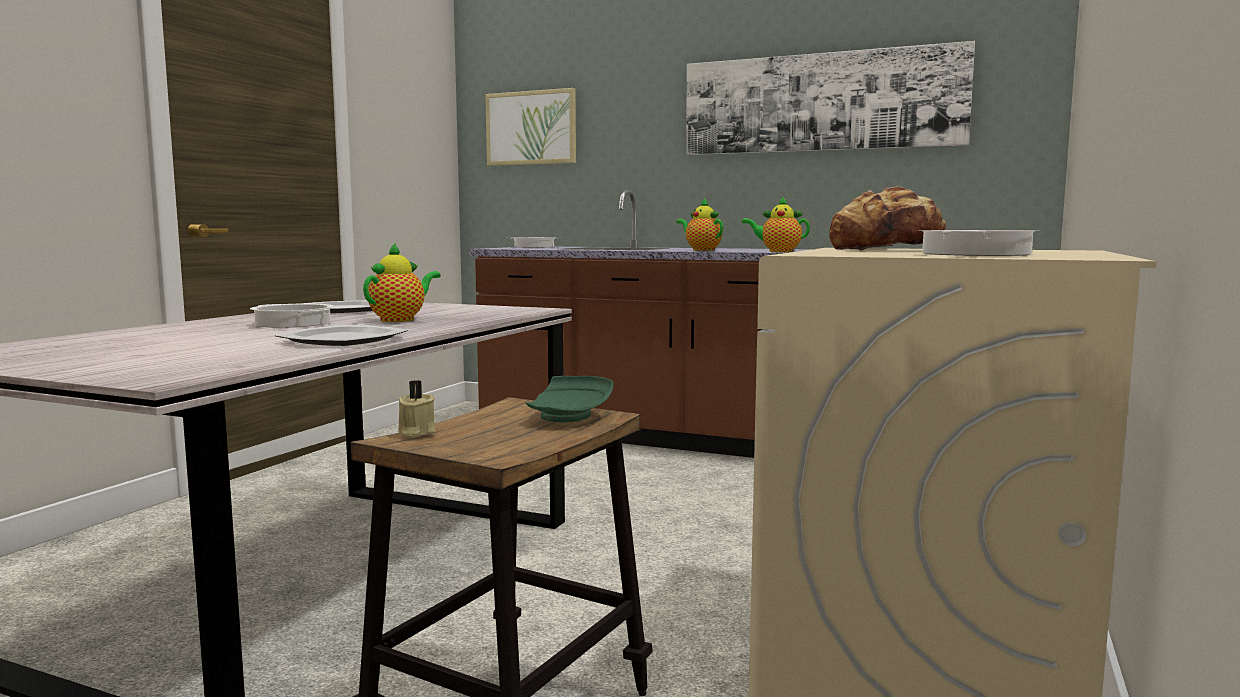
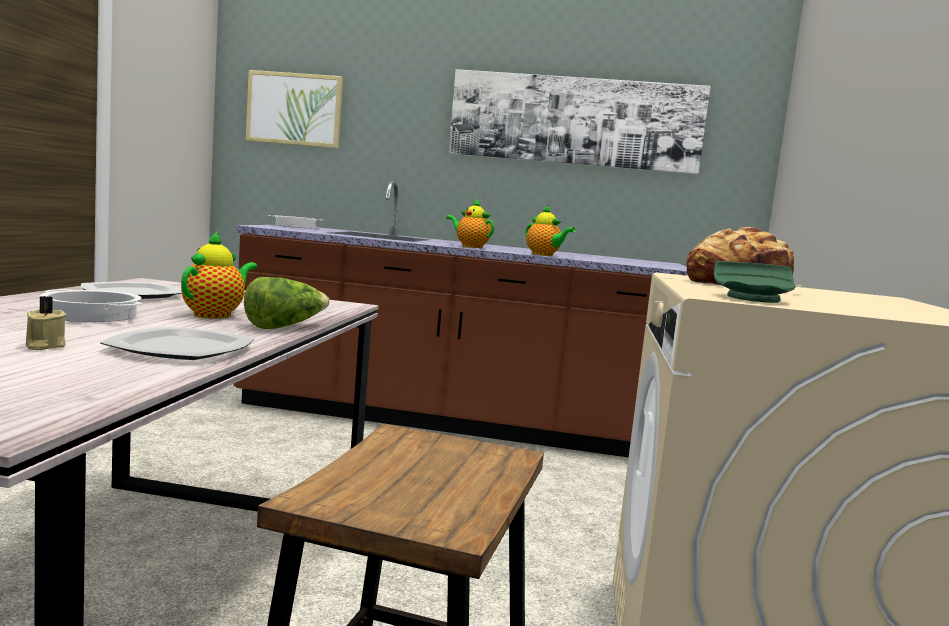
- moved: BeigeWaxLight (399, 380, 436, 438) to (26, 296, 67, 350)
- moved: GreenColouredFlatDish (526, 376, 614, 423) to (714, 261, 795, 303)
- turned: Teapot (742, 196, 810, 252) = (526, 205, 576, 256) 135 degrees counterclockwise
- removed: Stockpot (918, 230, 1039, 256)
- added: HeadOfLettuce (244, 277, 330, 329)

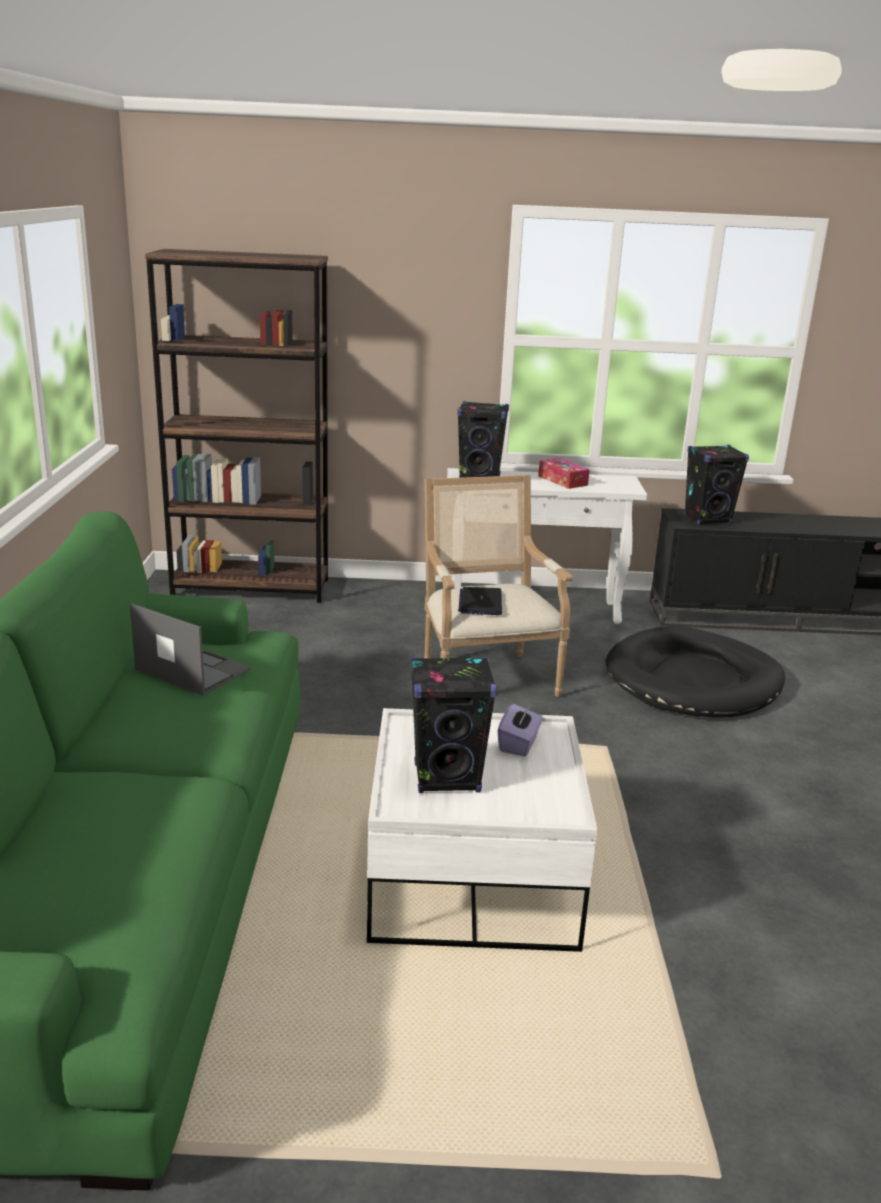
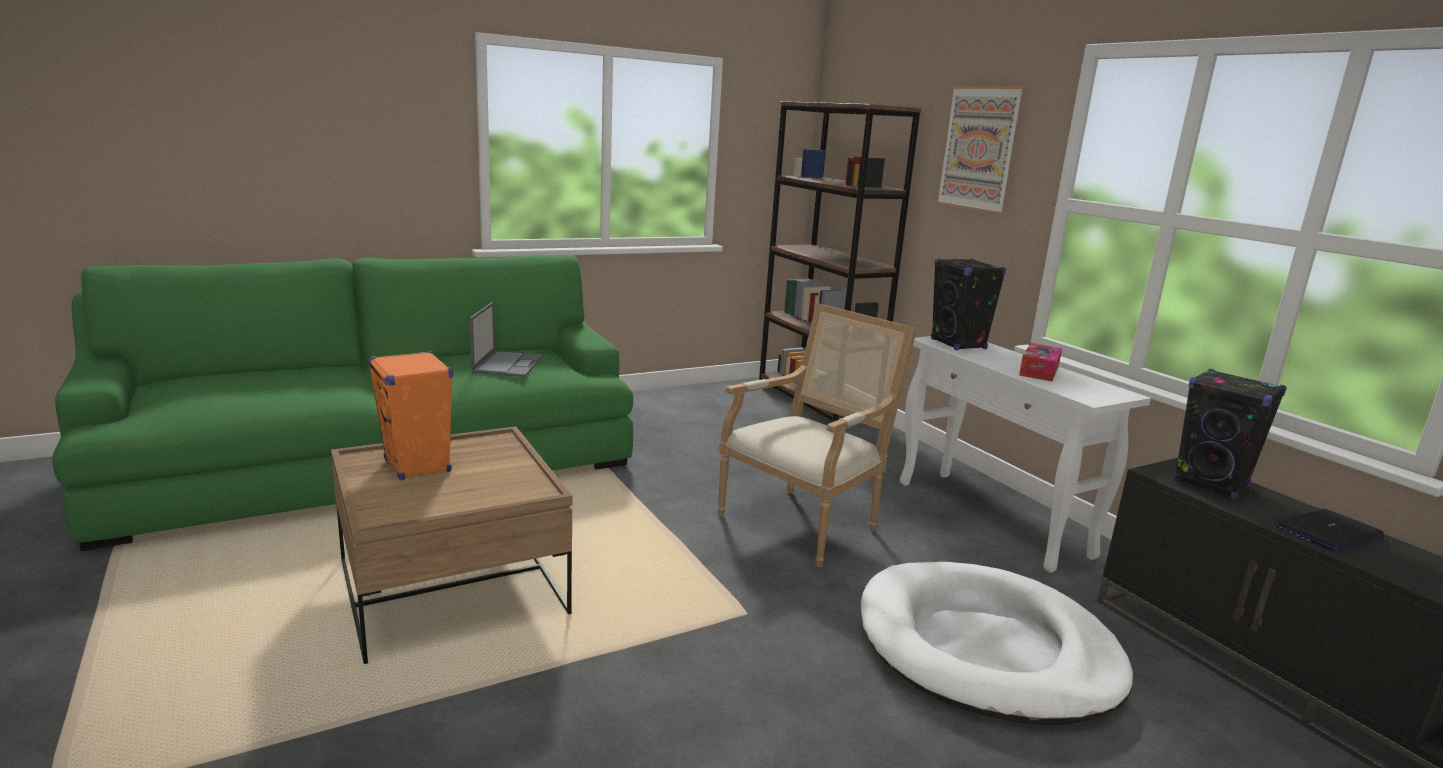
- recoloured: WhiteColouredLoungeTable (367, 708, 598, 952) to BrownishLoungeTable (331, 426, 572, 664)
- recoloured: BlackishLoudspeaker (410, 656, 497, 793) to OrangeyLoudspeaker (368, 351, 453, 480)
- moved: NotebookComputer (458, 587, 502, 615) to (1274, 509, 1384, 552)
- removed: PurpleTissueHolder (497, 703, 543, 757)
- recoloured: BlackishDogBed (605, 626, 785, 717) to WhiteColouredDogBed (861, 562, 1133, 726)
- added: WallPicture (936, 86, 1024, 214)

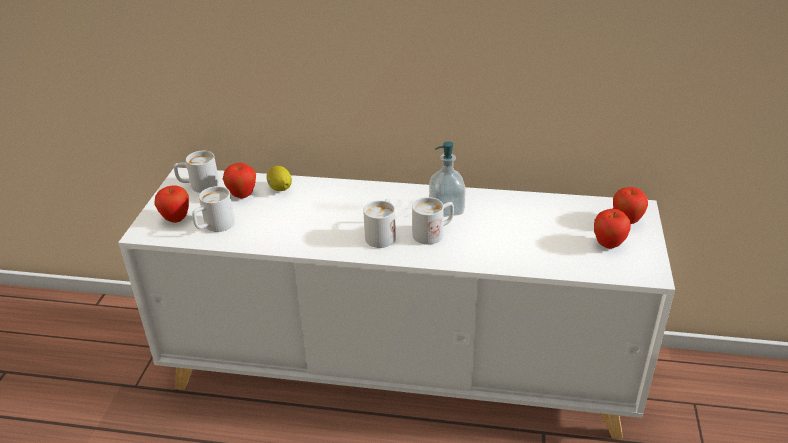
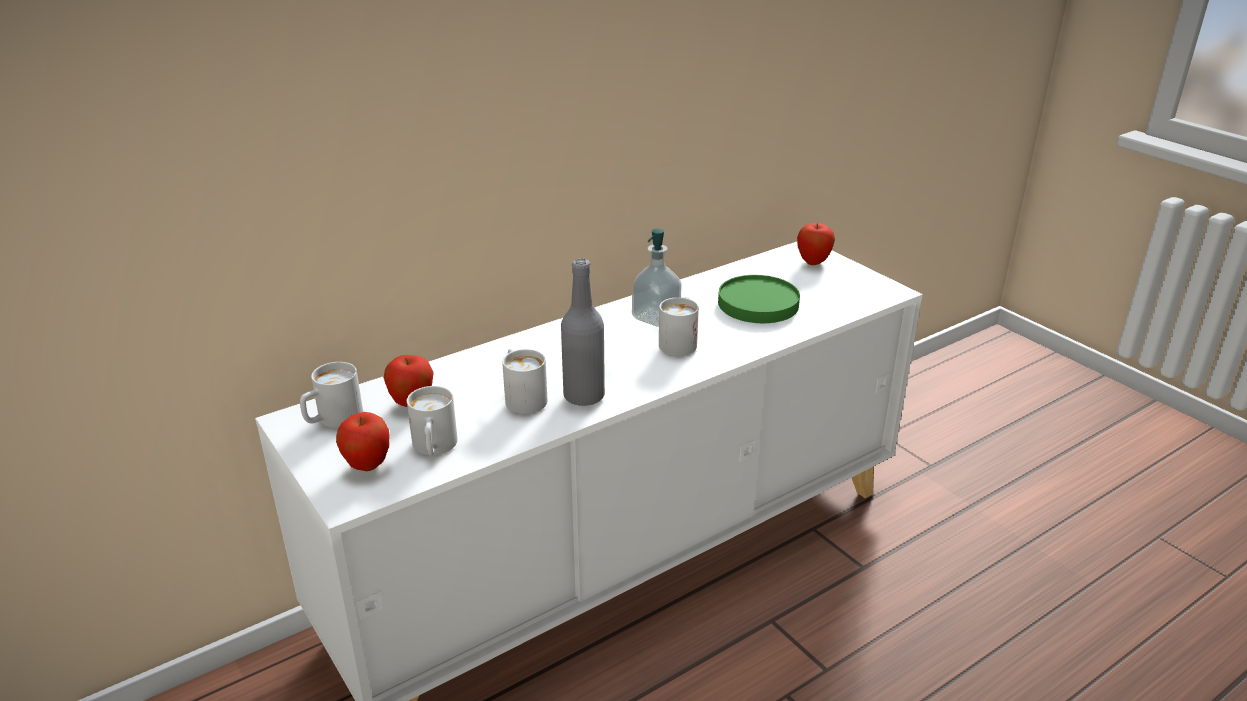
- removed: CitrusFruit (267, 166, 292, 191)
- moved: WhiteColouredCoffeeMug (363, 198, 396, 248) to (502, 349, 547, 414)
- removed: Apple (594, 209, 631, 249)
- added: GreyBottle (561, 259, 605, 407)
- added: GreenColouredFlatDish (718, 275, 800, 323)

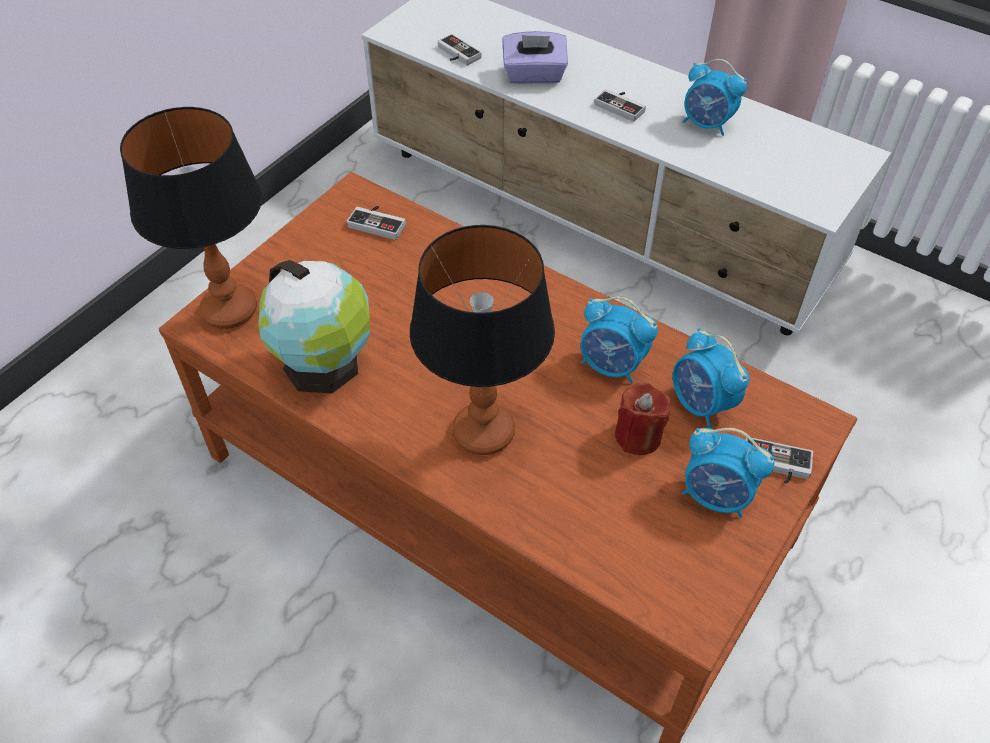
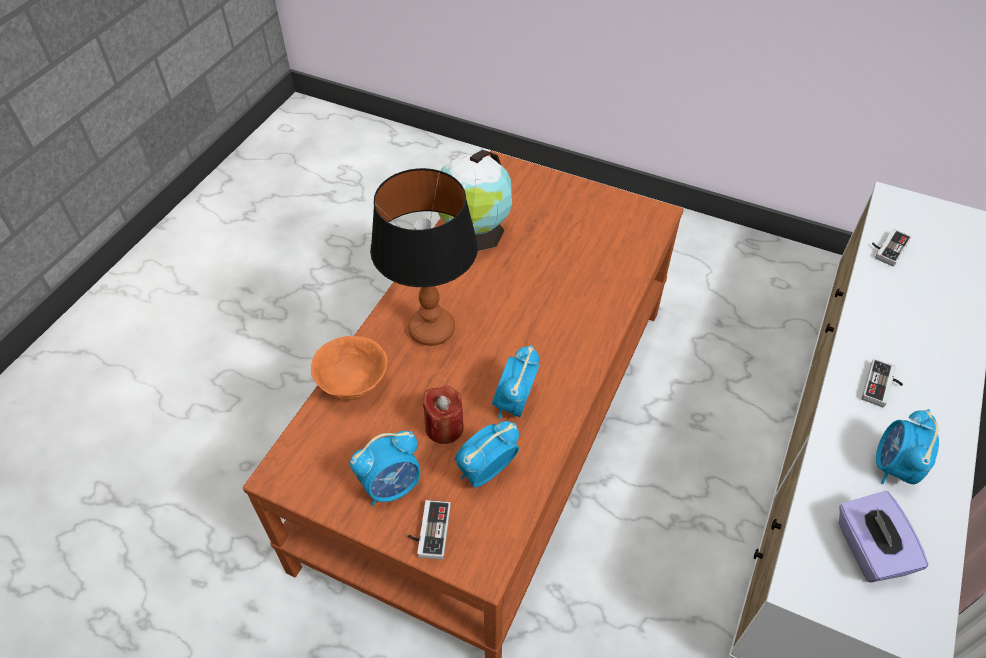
- removed: TableLamp (120, 107, 262, 329)
- removed: Gamepad (347, 206, 406, 240)
- moved: PurpleTissueHolder (502, 31, 568, 84) to (839, 491, 928, 583)
- turned: BedsideClock (682, 428, 775, 518) = (350, 431, 420, 506) 135 degrees counterclockwise
- added: OrangeyServingBowl (311, 336, 387, 400)

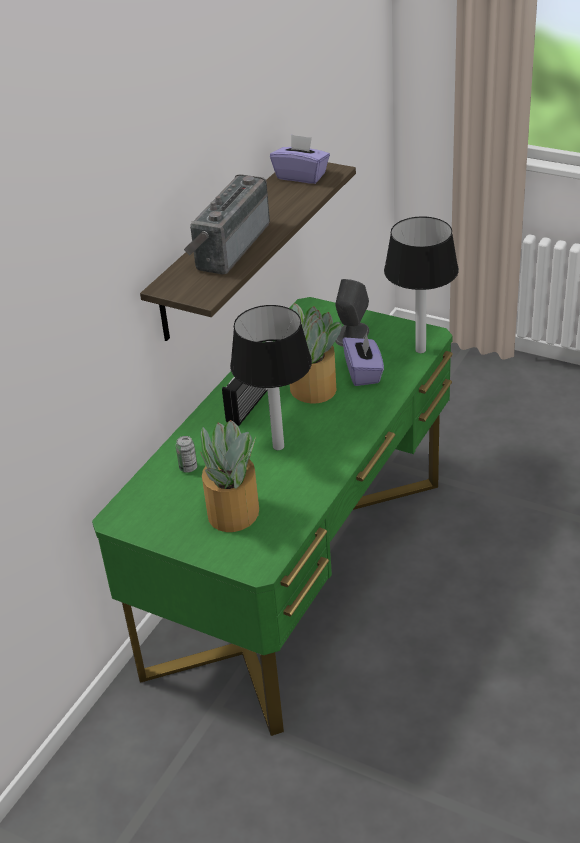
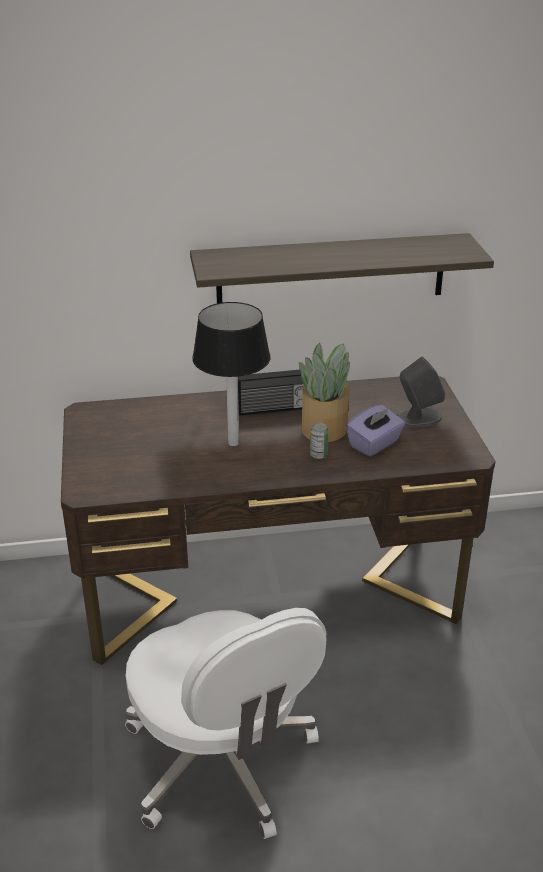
- recoloured: GreenColouredDesk (92, 297, 453, 736) to BrownishDesk (61, 376, 496, 665)
- moved: MetalCan (175, 436, 197, 473) to (310, 423, 329, 459)
- removed: RadioSet (184, 174, 270, 275)
- removed: PlantInAPot (200, 420, 259, 532)
- removed: PurpleTissueHolder (270, 134, 330, 184)
- removed: TableLamp (384, 217, 459, 353)
- added: WhiteColouredOfficeChair (125, 608, 326, 839)

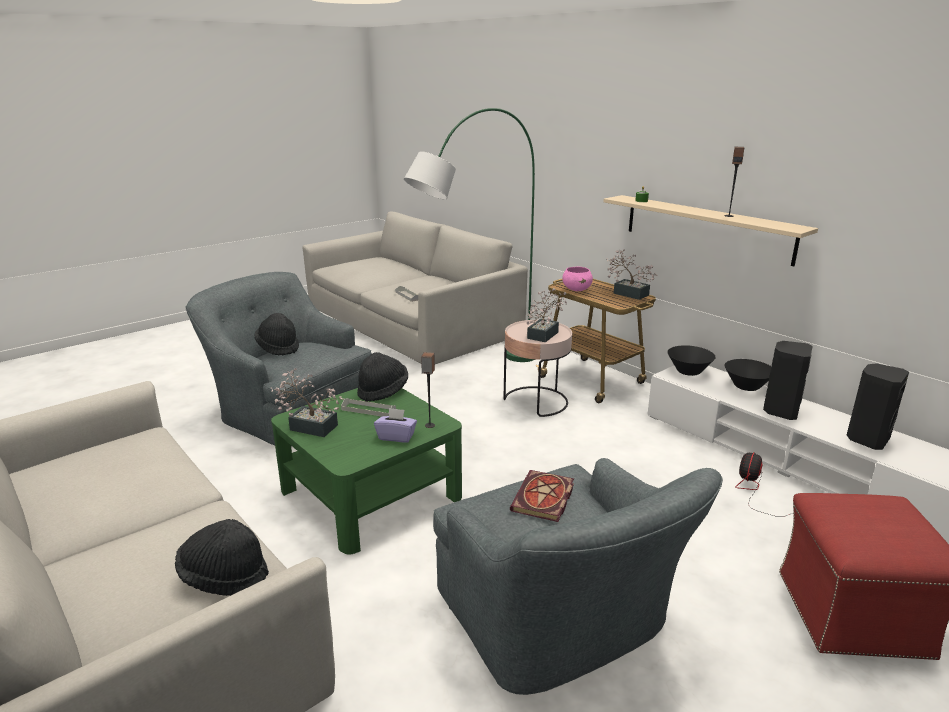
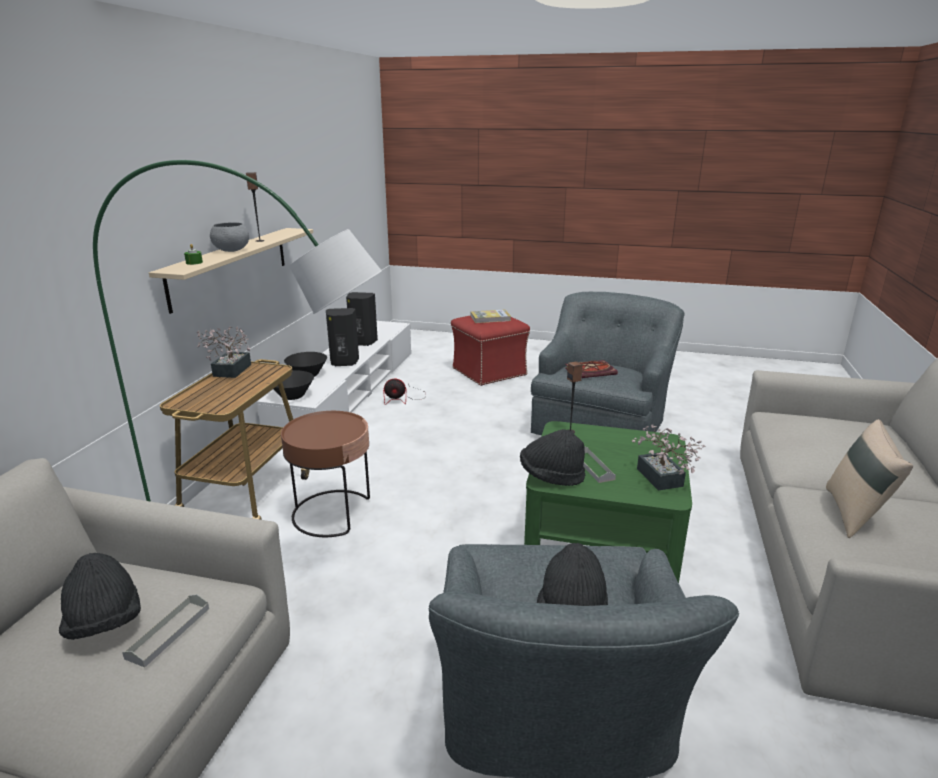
- moved: BlackishWearableHat (175, 519, 269, 596) to (59, 553, 141, 640)
- removed: PurpleTissueHolder (374, 408, 417, 443)
- recoloured: PinkEndTable (503, 320, 572, 417) to BrownishEndTable (281, 411, 370, 537)
- removed: PlantInAPot (527, 288, 567, 342)
- removed: PinkServingBowl (562, 267, 593, 291)
- added: GreyServingBowl (210, 222, 249, 252)
- added: Book (471, 310, 511, 323)
- added: BeigePillow (826, 419, 913, 538)

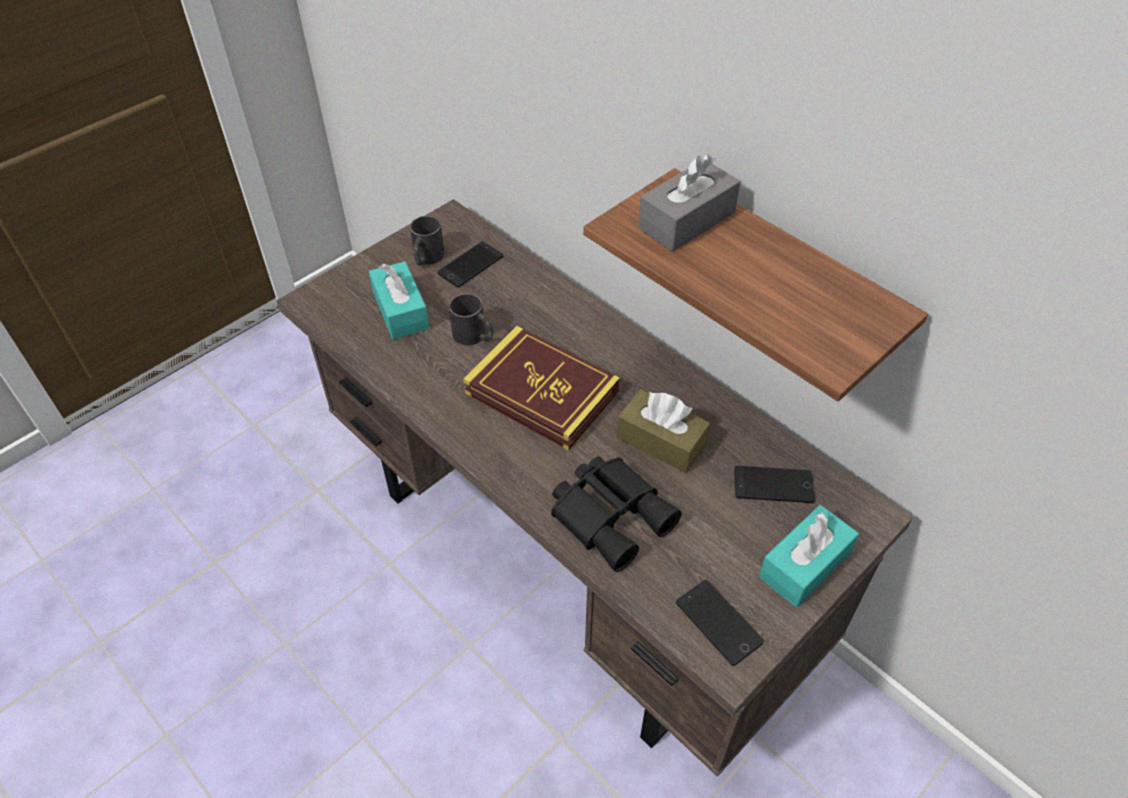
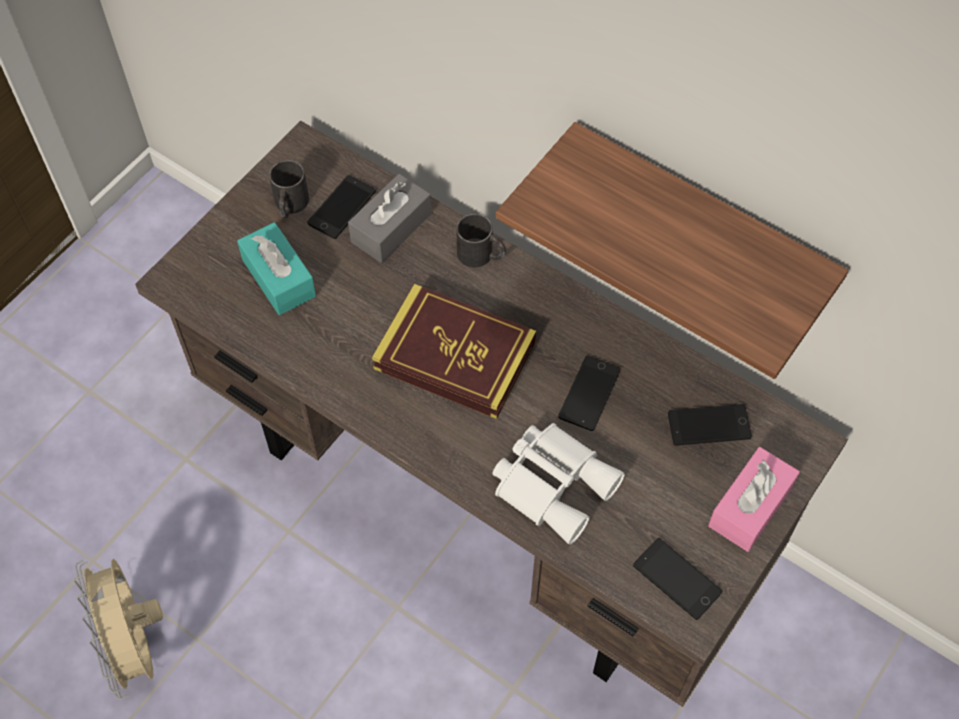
- moved: BlackishCoffeeMug (449, 293, 493, 345) to (456, 214, 506, 268)
- recoloured: BlackishPairOfBinoculars (551, 457, 682, 572) to WhiteColouredPairOfBinoculars (492, 423, 625, 545)
- replaced: BrownishTissueHolder (617, 389, 711, 473) to Phone (558, 356, 621, 431)
- moved: GreyTissueHolder (638, 154, 740, 252) to (348, 174, 431, 263)
- recoloured: TurquoiseColouredTissueHolder (759, 505, 859, 607) to PinkTissueHolder (708, 447, 800, 552)
- added: BeigeFan (74, 559, 163, 699)

